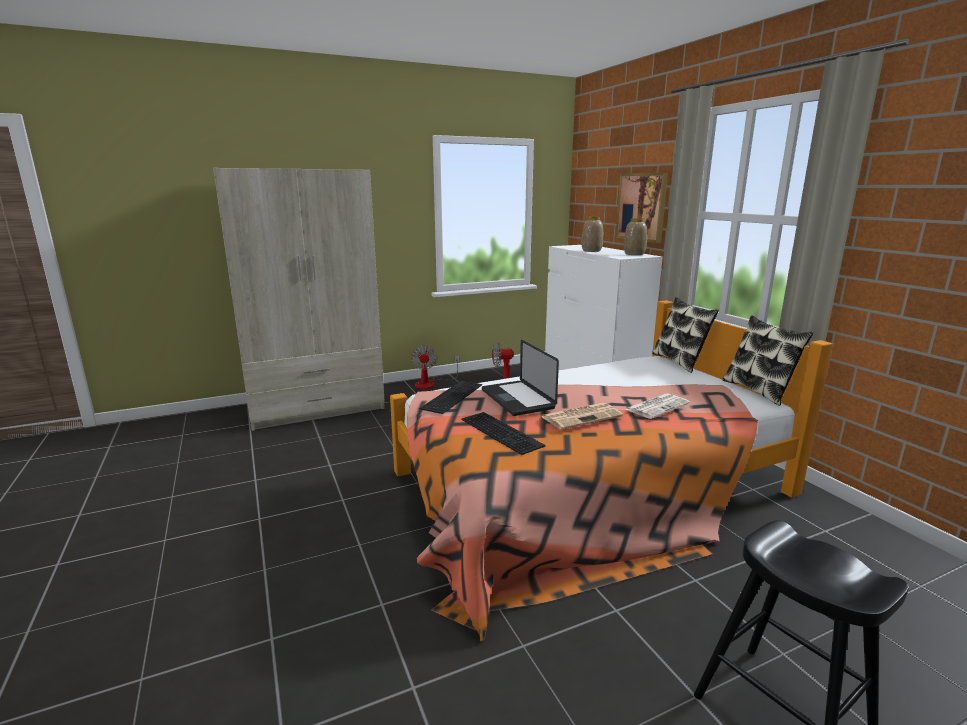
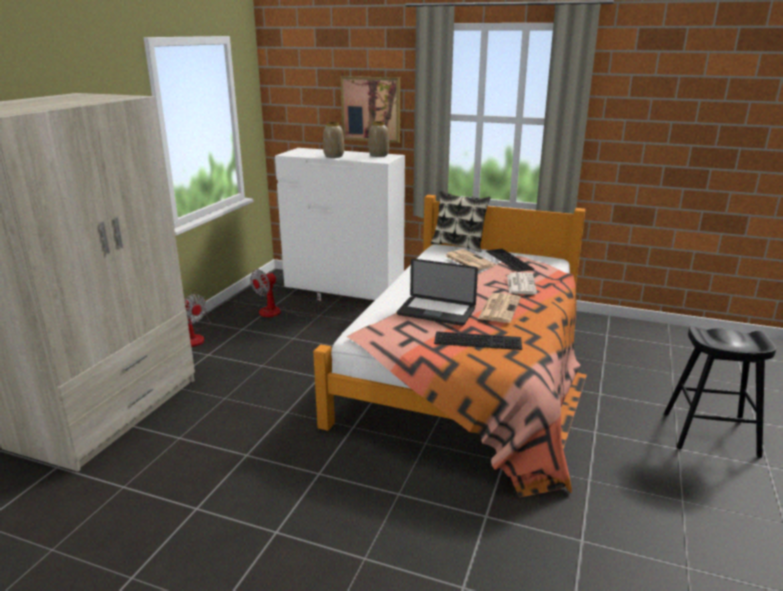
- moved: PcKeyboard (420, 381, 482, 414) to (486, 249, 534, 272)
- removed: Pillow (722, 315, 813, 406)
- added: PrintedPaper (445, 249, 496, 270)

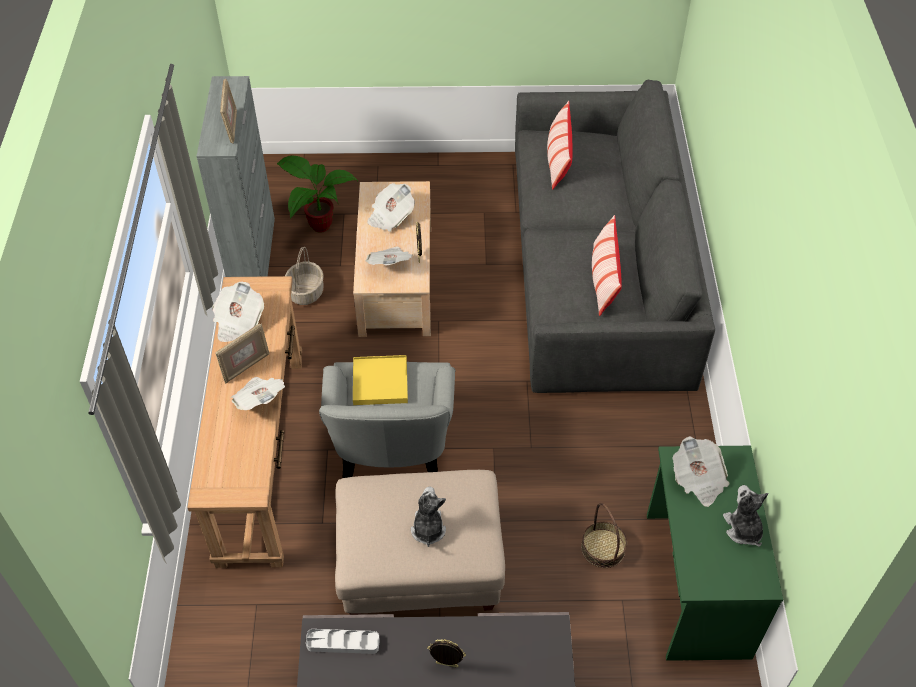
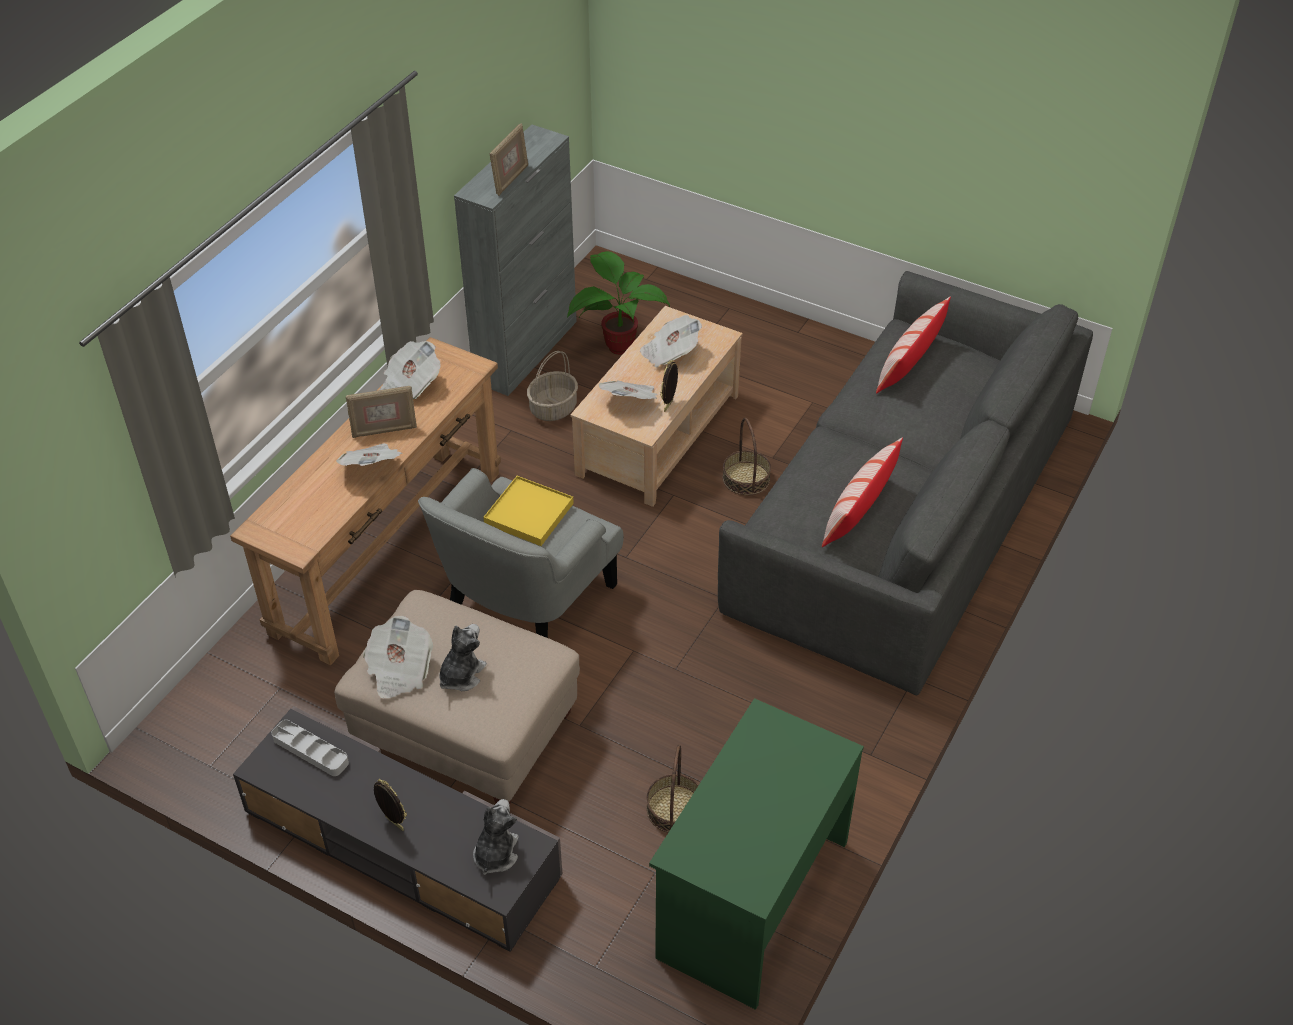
- moved: PrintedPaper (672, 436, 729, 507) to (363, 616, 433, 699)
- moved: SoftToy (723, 485, 768, 547) to (473, 799, 518, 875)
- added: StorageBasket (723, 418, 771, 495)

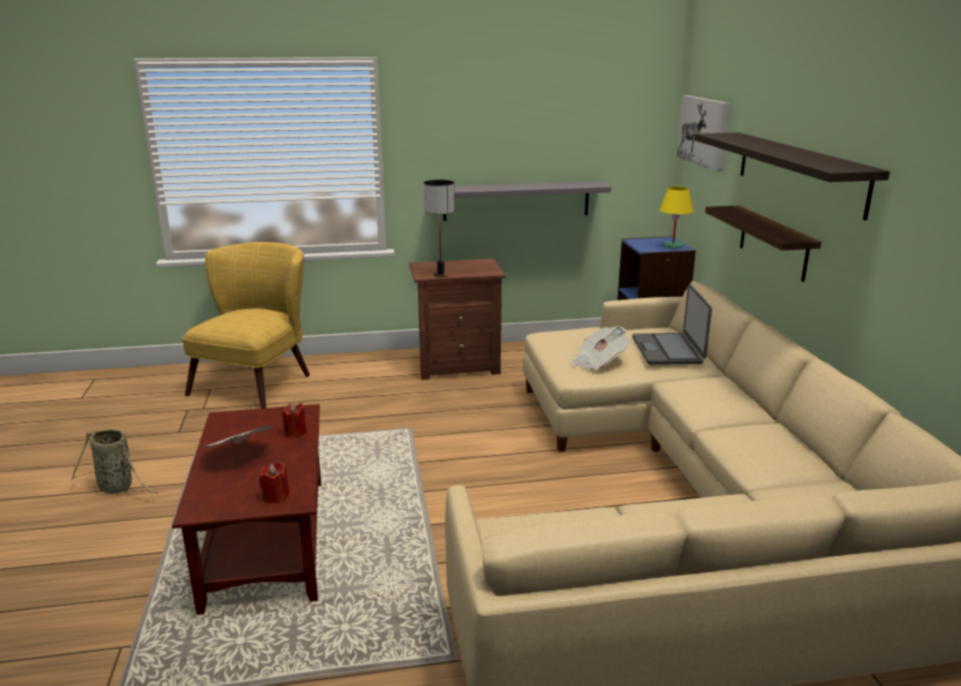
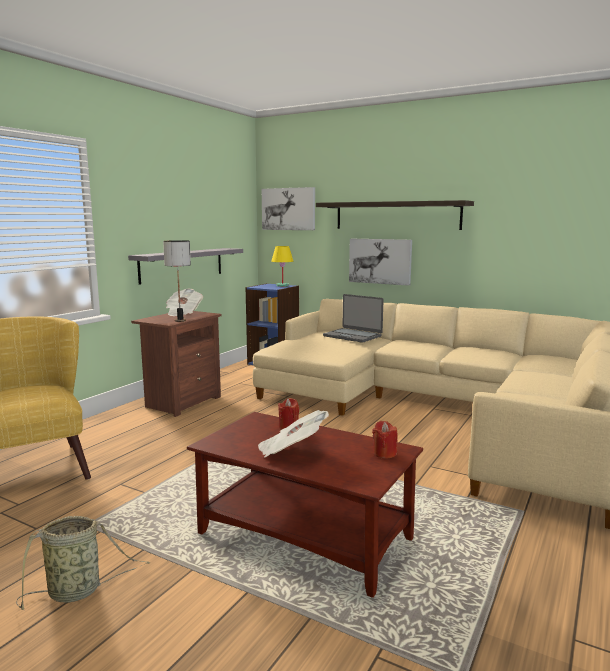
- moved: PrintedPaper (570, 326, 630, 370) to (166, 289, 203, 316)
- replaced: WallShelf (705, 206, 822, 282) to WallPicture (349, 239, 412, 286)

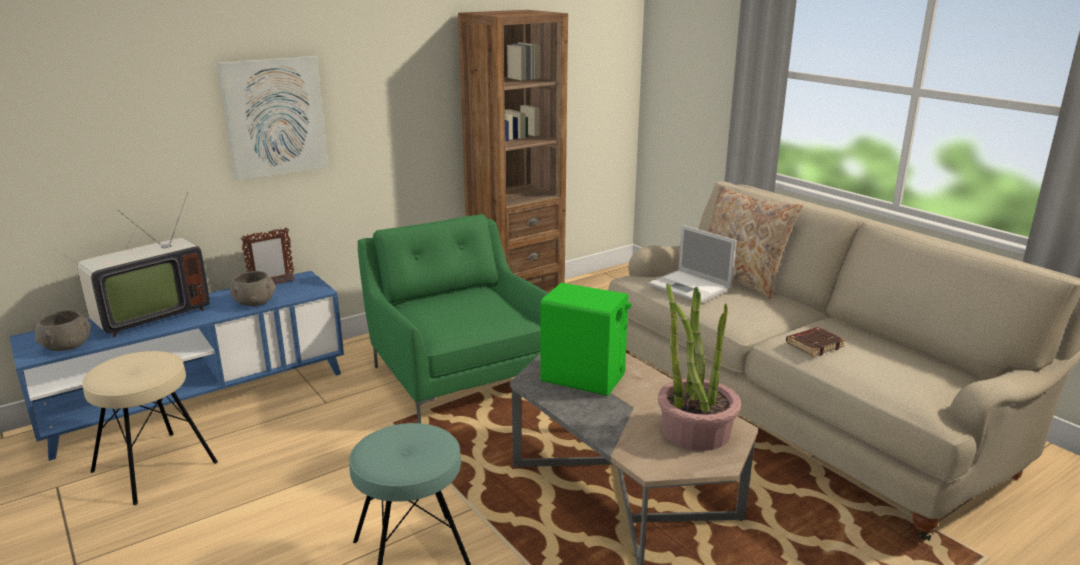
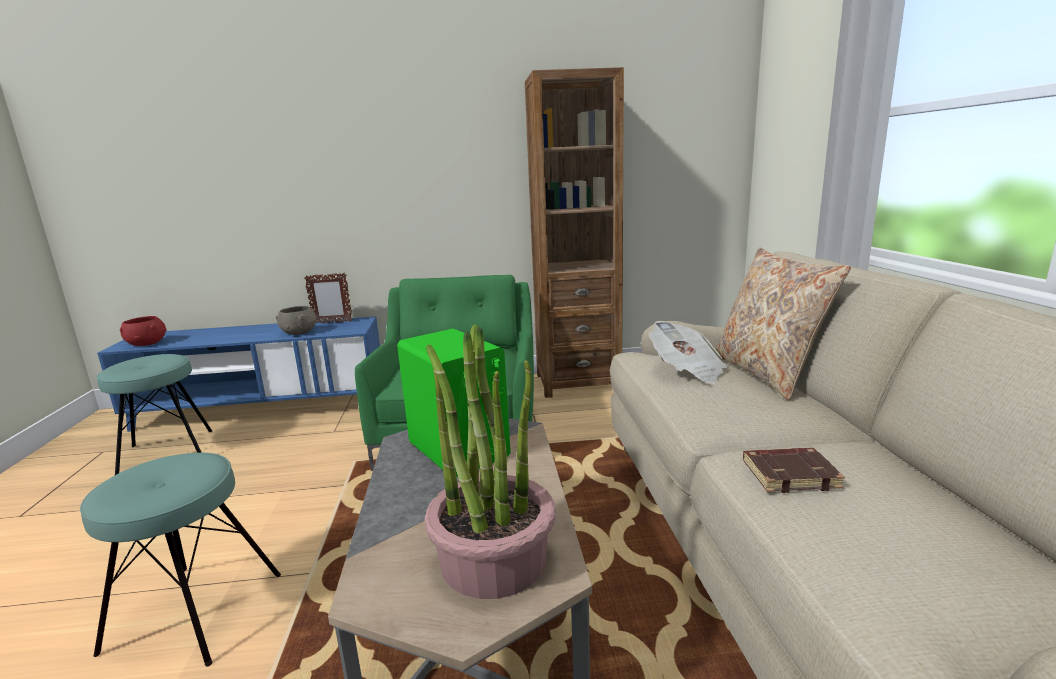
- recoloured: GreyServingBowl (35, 310, 91, 351) to RedColouredServingBowl (120, 316, 167, 346)
- removed: Tv (77, 192, 210, 337)
- recoloured: BeigeStoolSeat (82, 351, 218, 505) to TurquoiseColouredStoolSeat (97, 354, 212, 475)
- removed: WallPicture (218, 56, 328, 180)
- replaced: NotebookComputer (648, 225, 737, 303) to PrintedPaper (649, 321, 728, 384)

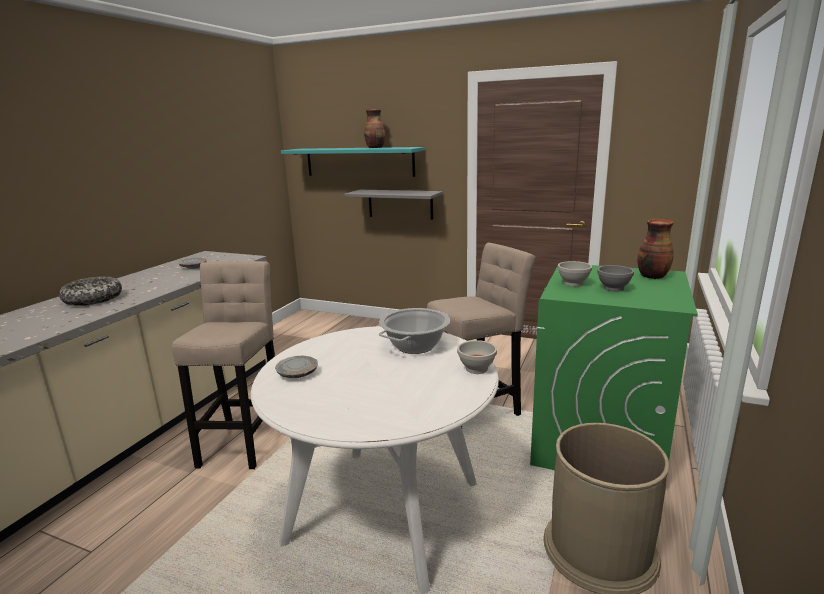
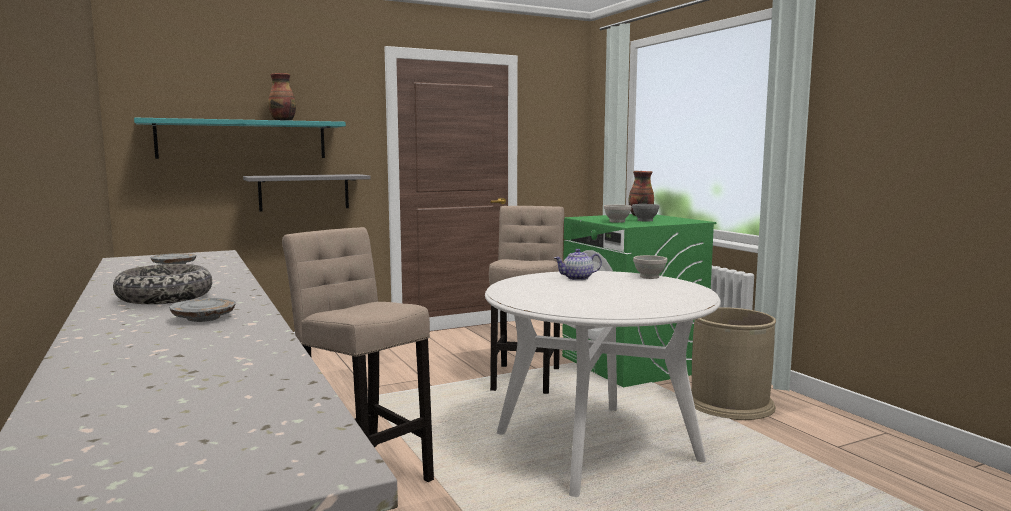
- moved: GreyFlatDish (275, 356, 318, 378) to (169, 298, 236, 322)
- replaced: Stockpot (379, 308, 450, 354) to Teapot (554, 249, 602, 280)

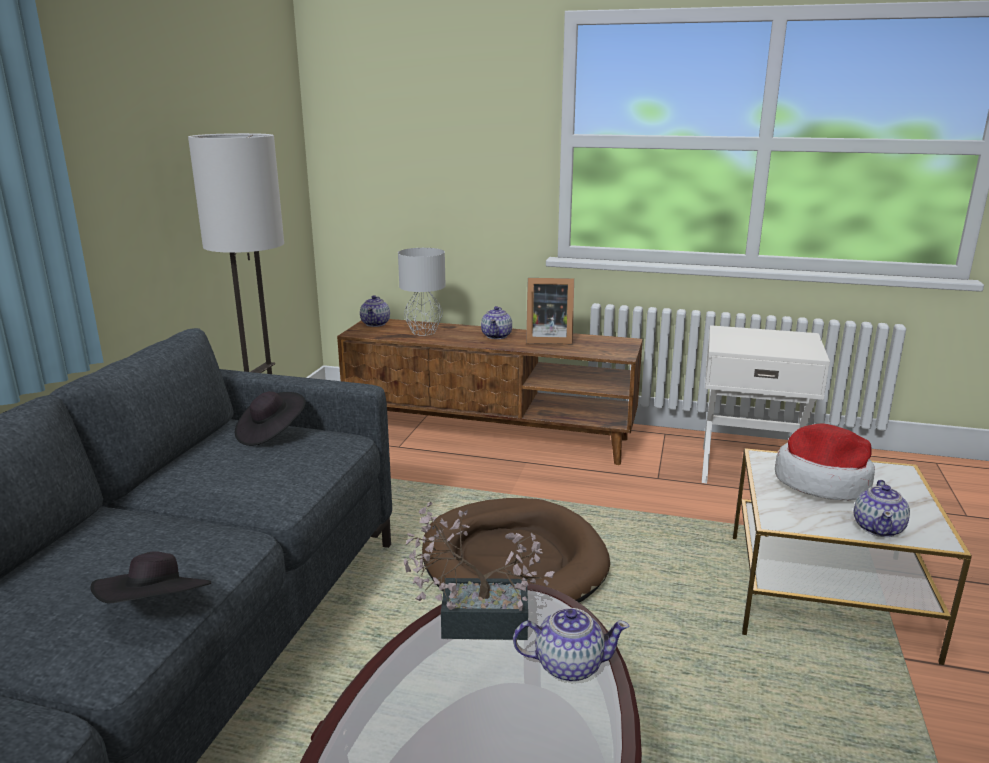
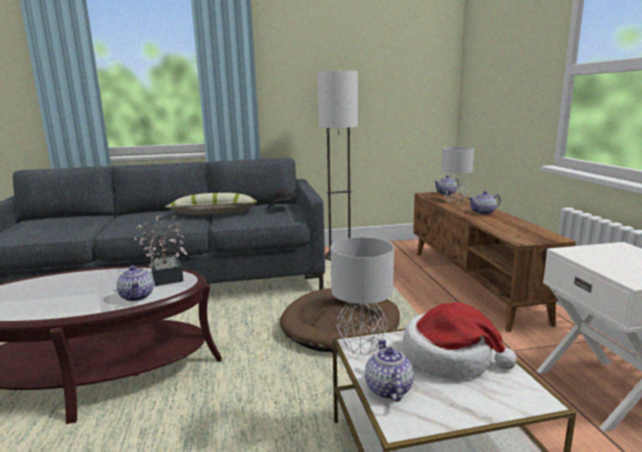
- removed: BlackishWearableHat (90, 551, 211, 604)
- removed: PhotoFrame (526, 278, 574, 344)
- turned: Teapot (854, 480, 910, 537) = (365, 339, 414, 402) 90 degrees clockwise
- added: Pillow (165, 193, 257, 215)
- added: GreyTableLamp (331, 237, 394, 355)

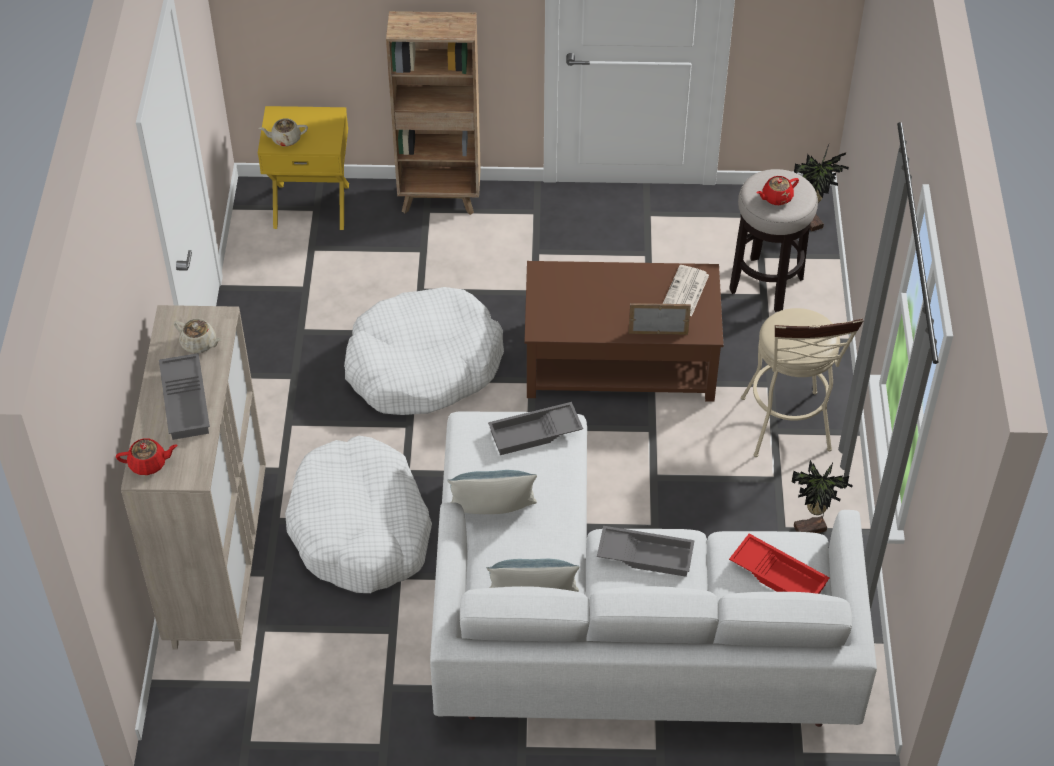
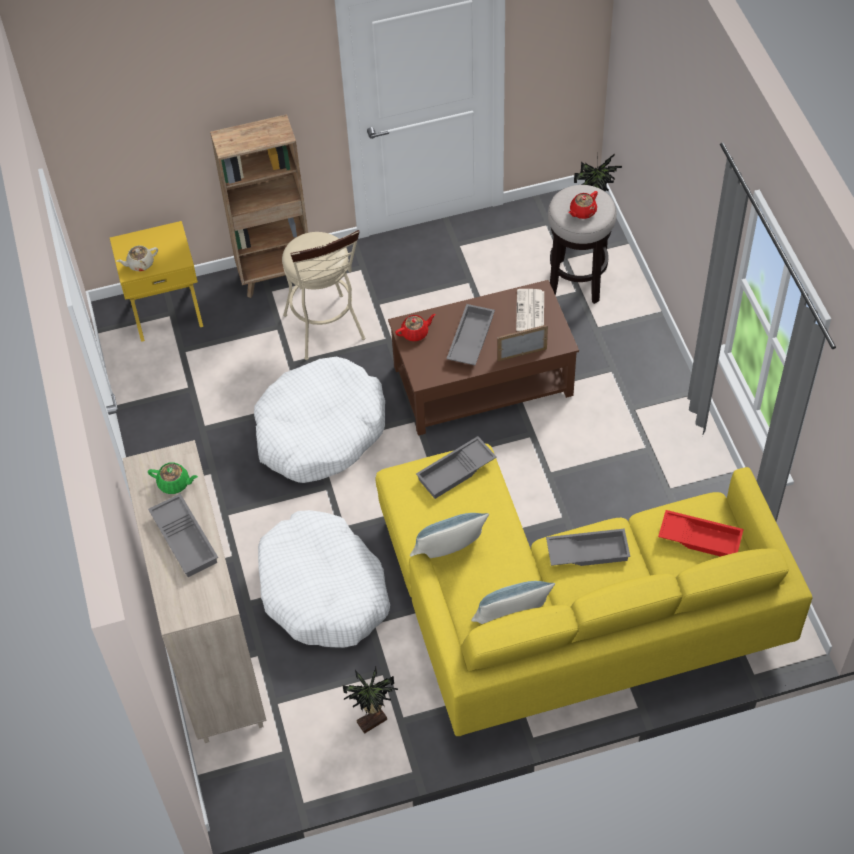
- moved: RedColouredTeapot (116, 438, 178, 475) to (395, 314, 436, 341)
- recoloured: BeigeTeapot (174, 319, 222, 353) to GreenColouredTeapot (148, 462, 198, 494)
- recoloured: WhiteColouredSofa (430, 411, 877, 727) to YellowishSofa (376, 444, 812, 736)
- moved: BeigeStoolSeat (741, 308, 864, 457) to (282, 230, 366, 360)
- moved: PlantInAPot (792, 460, 853, 533) to (343, 667, 398, 734)
- added: GreyTray (446, 304, 495, 365)

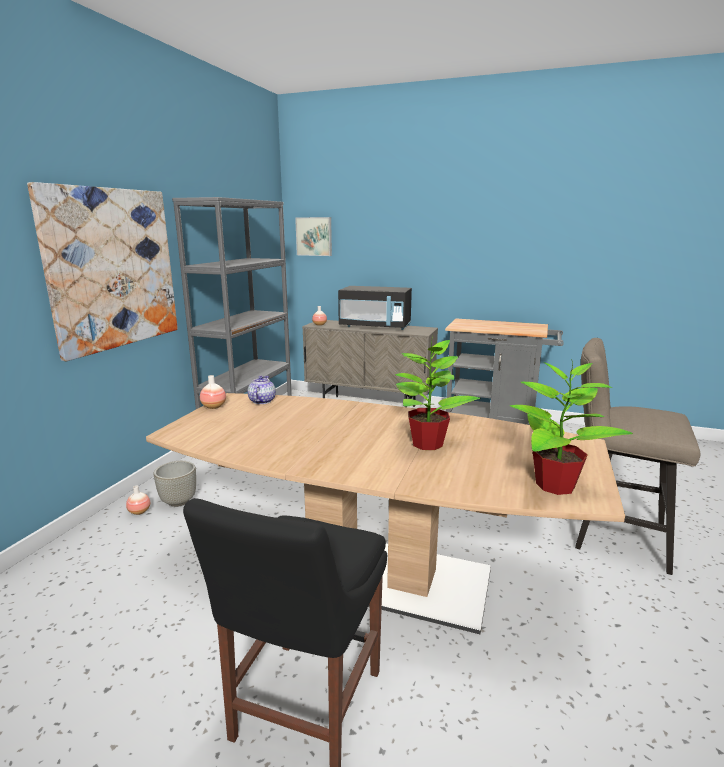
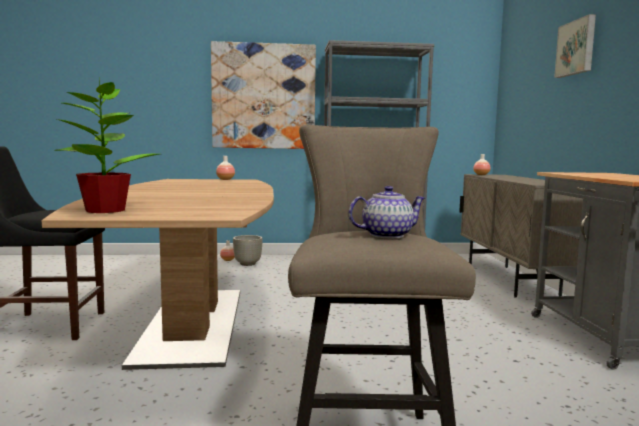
- moved: Teapot (248, 376, 276, 404) to (349, 186, 425, 238)
- moved: WallPicture (295, 217, 332, 256) to (554, 14, 596, 78)
- removed: BlackishMicrowaveOven (338, 286, 412, 330)
- removed: PlantInAPot (395, 336, 480, 450)

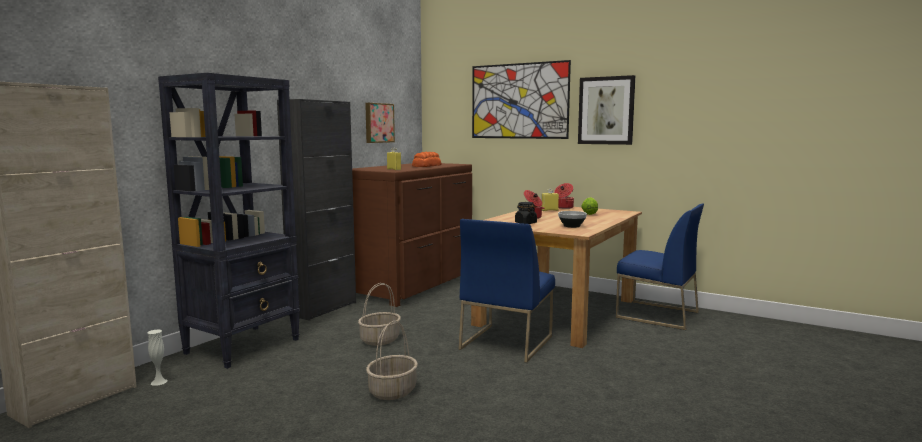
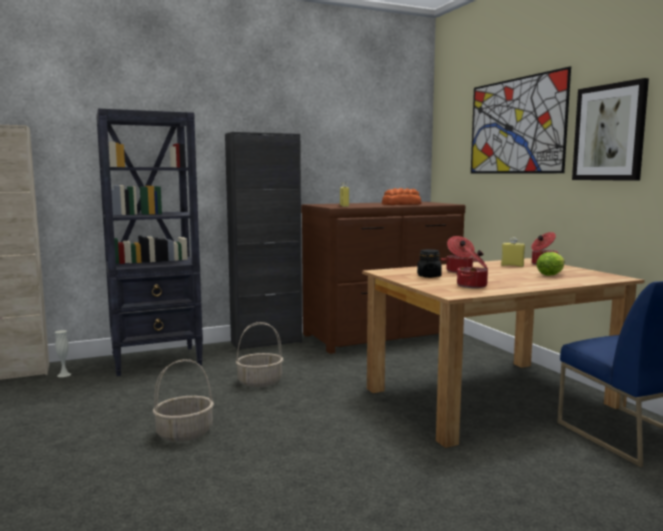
- removed: WallPicture (365, 103, 395, 143)
- removed: BlueColouredChair (458, 219, 555, 363)
- replaced: ServingBowl (558, 211, 587, 228) to Stockpot (456, 246, 488, 288)

